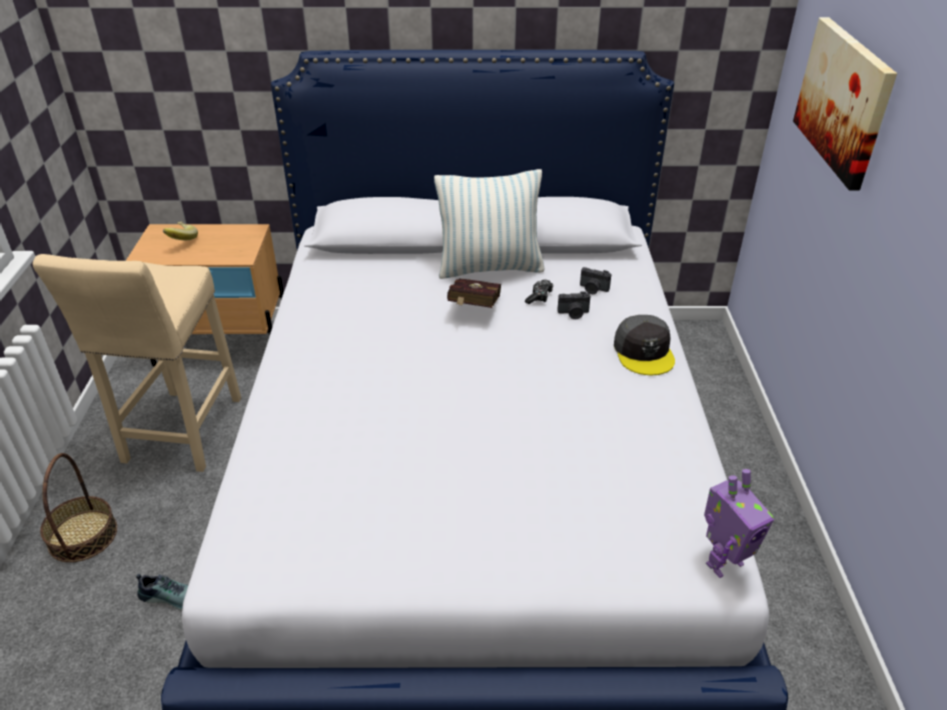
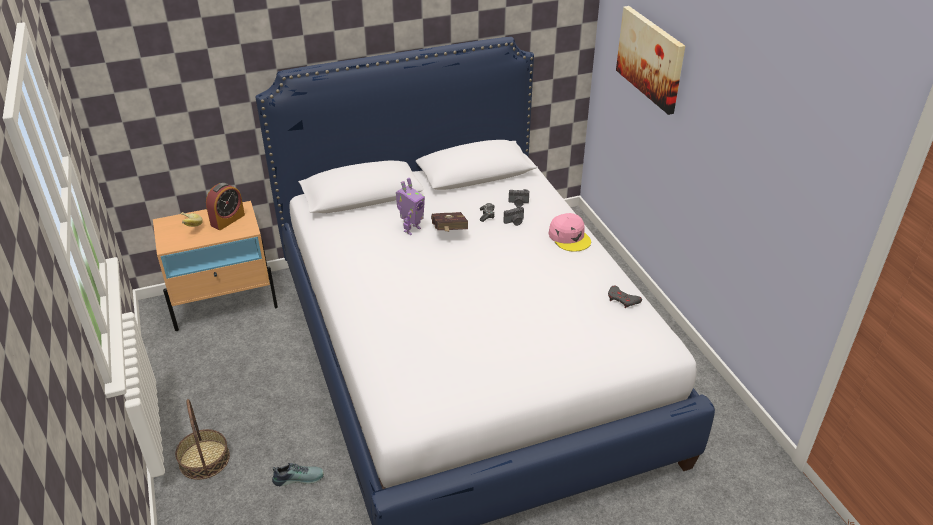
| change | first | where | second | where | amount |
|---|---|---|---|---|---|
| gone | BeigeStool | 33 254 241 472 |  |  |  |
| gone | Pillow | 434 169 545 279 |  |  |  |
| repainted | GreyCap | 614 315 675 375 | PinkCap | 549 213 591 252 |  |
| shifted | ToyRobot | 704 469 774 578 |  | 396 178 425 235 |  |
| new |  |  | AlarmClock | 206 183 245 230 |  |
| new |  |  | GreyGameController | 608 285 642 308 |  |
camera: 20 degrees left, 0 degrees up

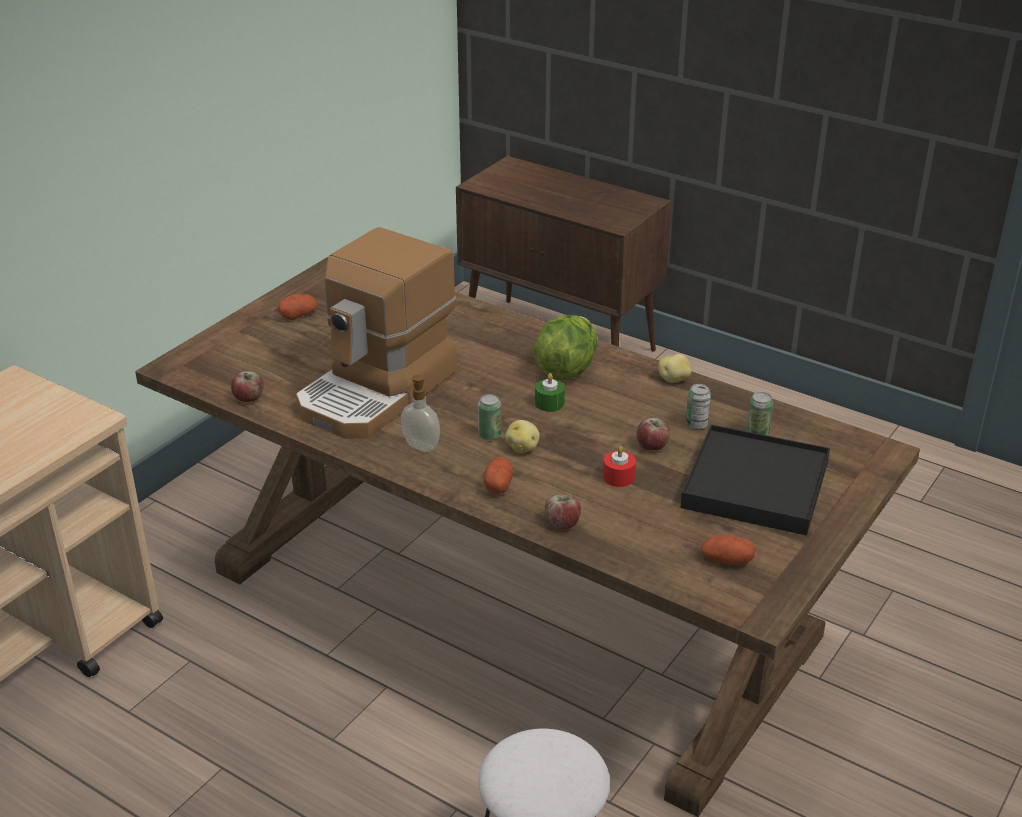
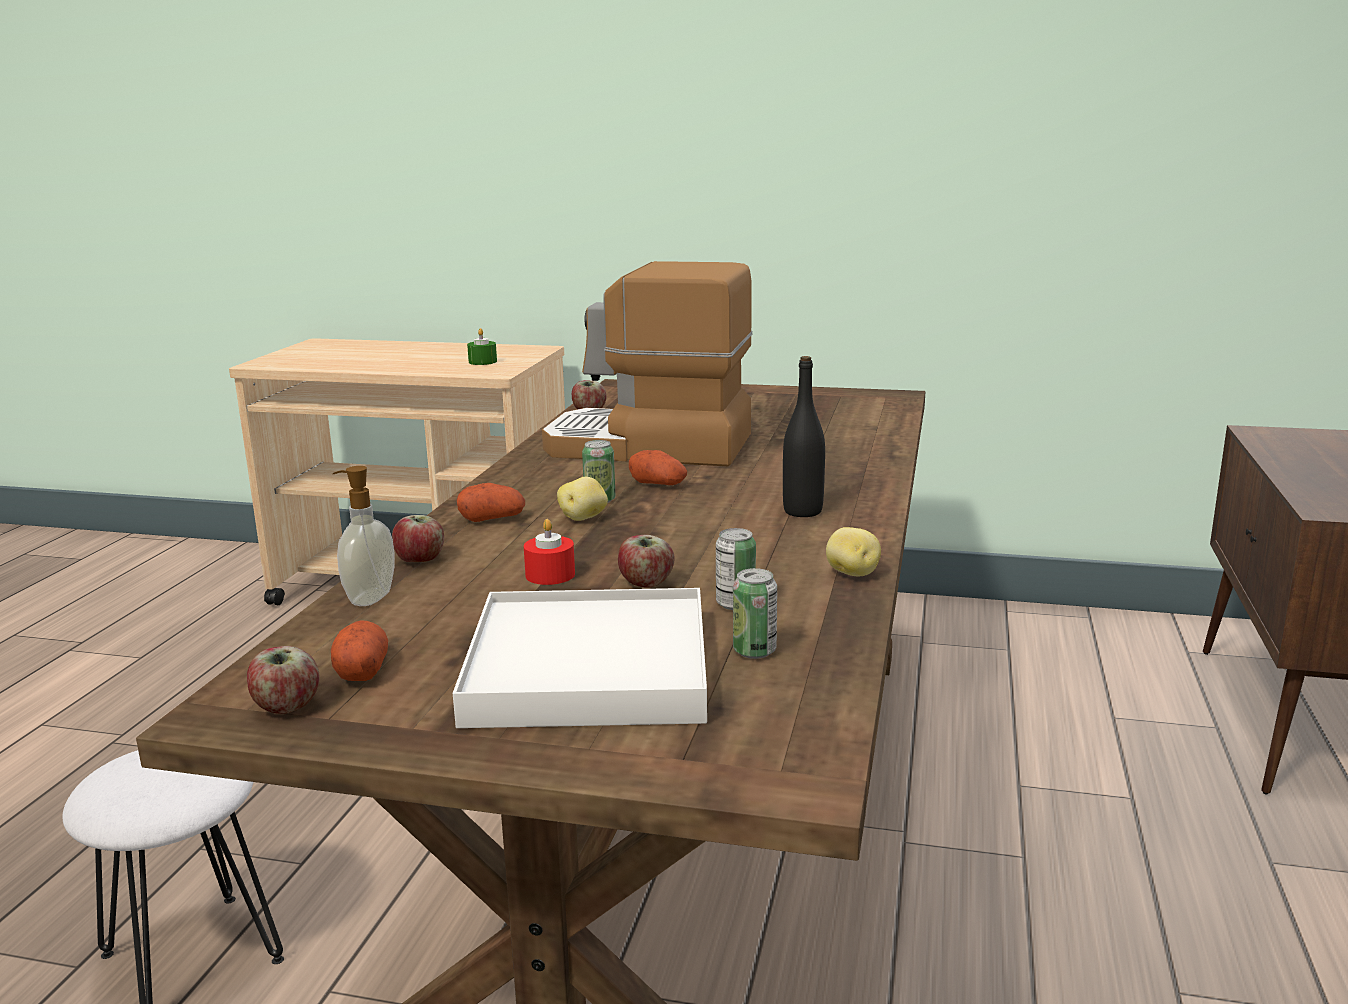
| change | first | where | second | where | amount |
|---|---|---|---|---|---|
| shifted | Potato | 278 294 317 320 |  | 629 450 687 485 |  |
| shifted | SoapDispenser | 401 375 440 452 |  | 333 466 395 606 |  |
| swapped | Lettuce | 533 315 598 380 | BlackBottle | 783 356 825 517 |  |
| shifted | GreenCandle | 535 373 565 412 |  | 467 328 497 365 |  |
| repainted | BlackTray | 681 424 830 535 | WhiteTray | 453 588 707 728 |  |
| new |  |  | Apple | 247 646 320 714 |  |
camera: 70 degrees right, 15 degrees down

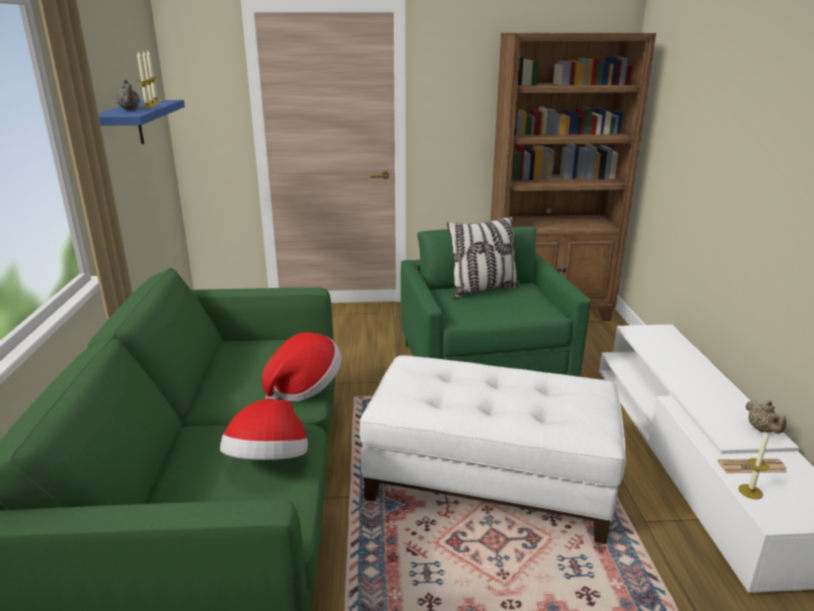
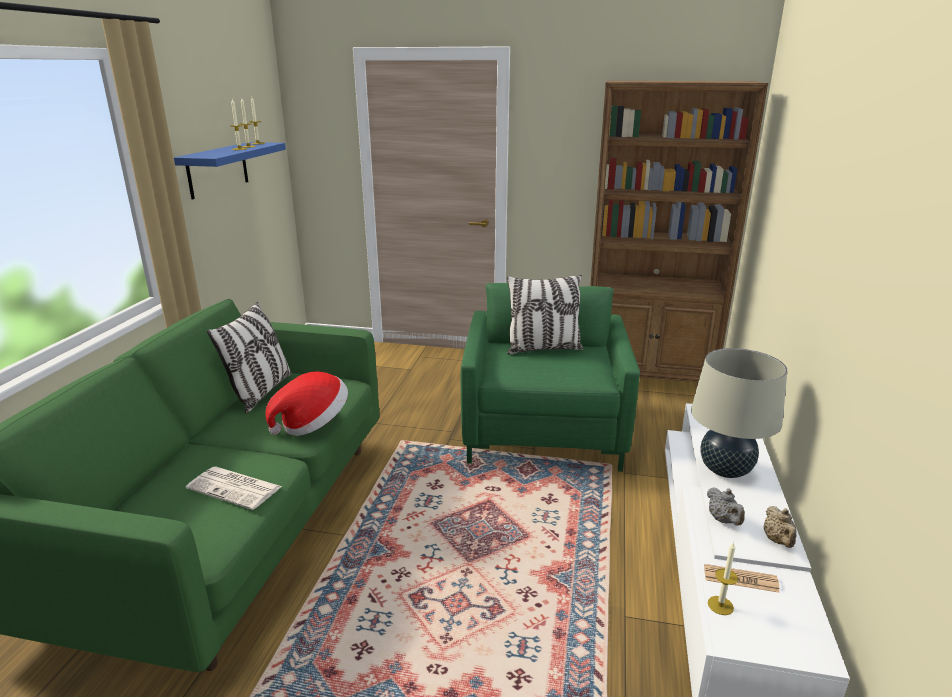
| change | first | where | second | where | amount |
|---|---|---|---|---|---|
| shifted | GreyTeapot | 115 79 140 110 |  | 707 488 745 526 |  |
| swapped | Hat | 220 398 308 460 | Newspaper | 186 466 282 510 |  |
| gone | WhiteOttoman | 360 355 626 544 |  |  |  |
| new |  |  | Pillow | 207 302 292 414 |  |
| new |  |  | BeigeTableLamp | 691 348 787 478 |  |
camera: 15 degrees right, 0 degrees up

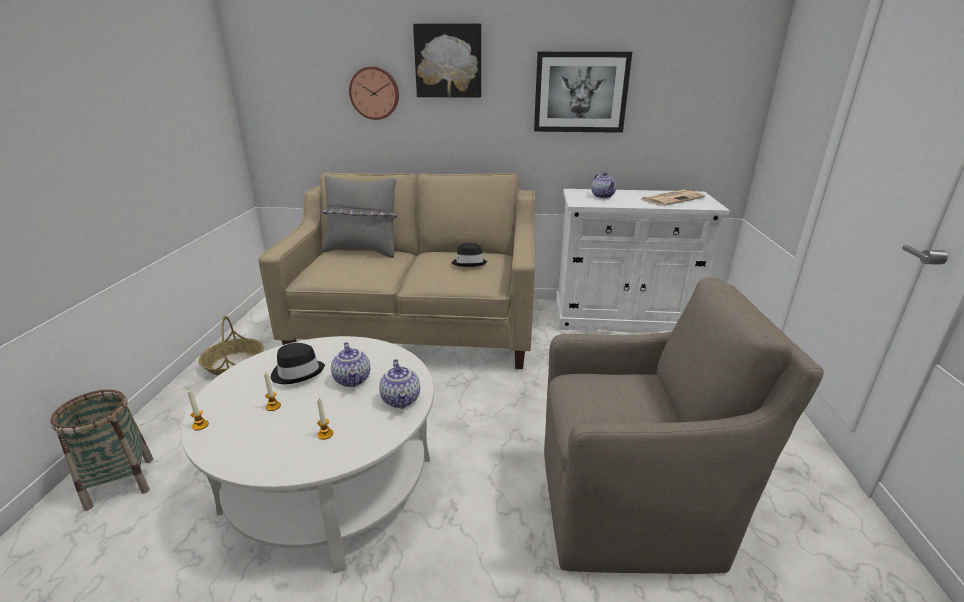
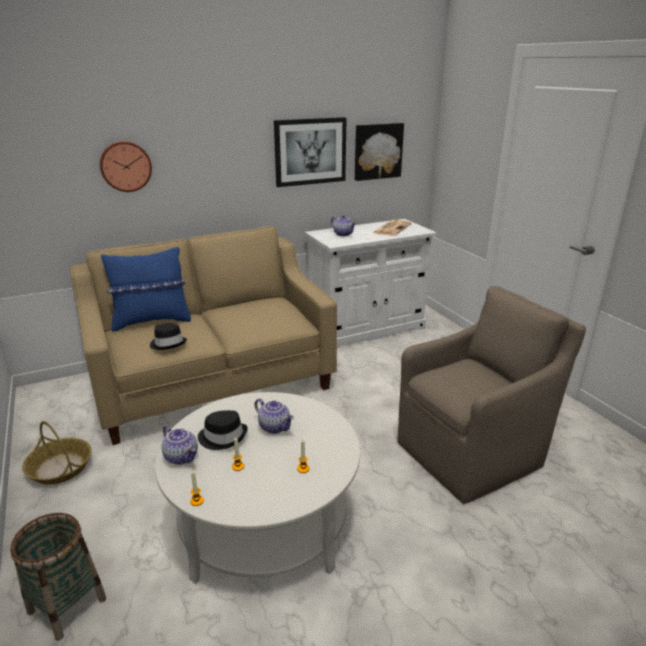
| change | first | where | second | where | amount |
|---|---|---|---|---|---|
| repainted | GreyPillow | 322 175 397 258 | BluePillow | 101 247 191 332 |  |
| shifted | Teapot | 379 359 420 409 |  | 162 425 198 465 |  |
| shifted | Picture | 413 23 481 98 |  | 355 123 404 181 |  |
| shifted | BlackHat | 452 243 487 267 |  | 150 323 187 350 |  |
camera: 30 degrees left, 0 degrees up

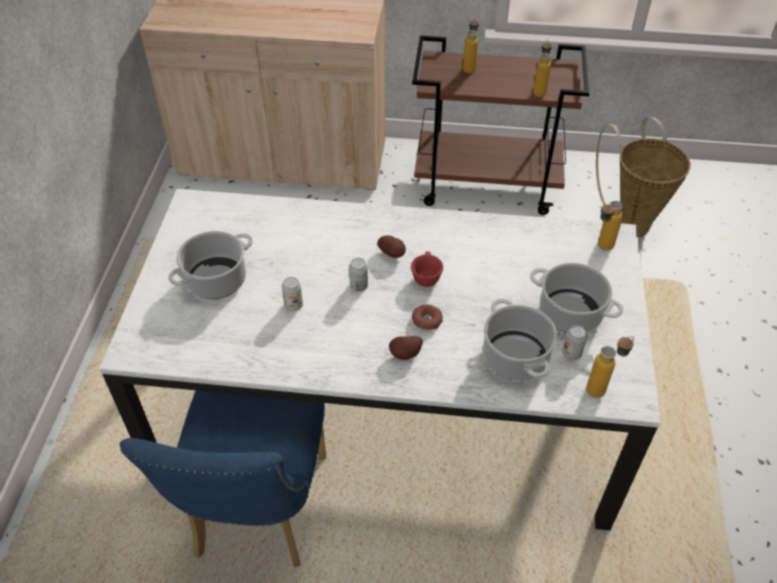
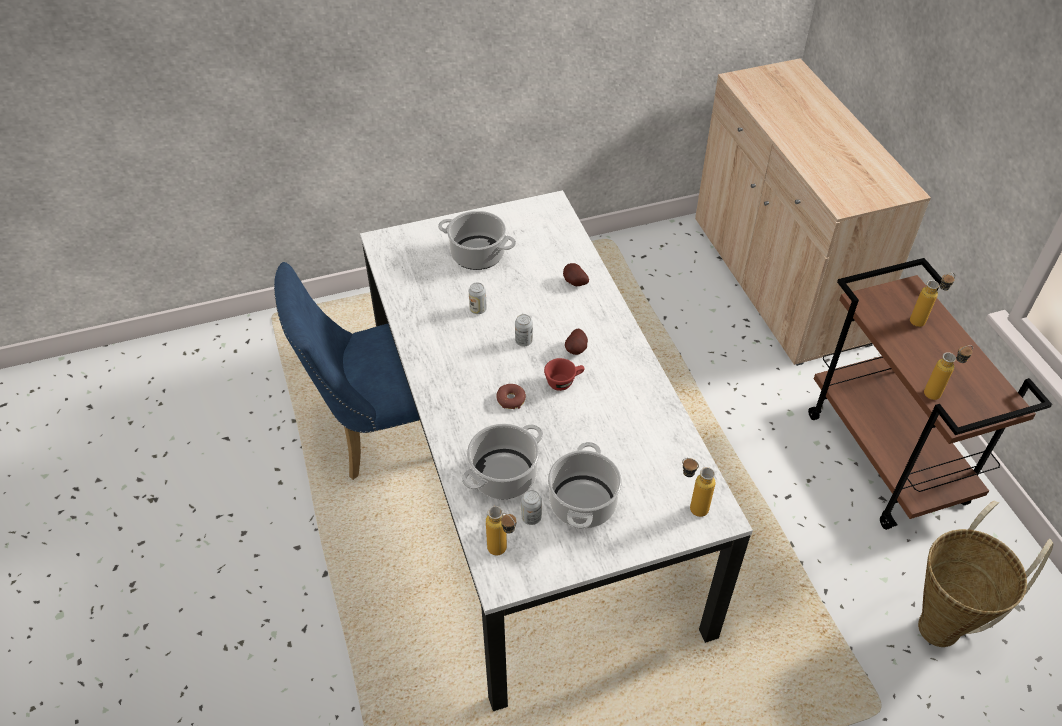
| change | first | where | second | where | amount |
|---|---|---|---|---|---|
| shifted | Potato | 389 336 423 360 |  | 563 263 589 286 |  |
camera: 65 degrees right, 0 degrees up

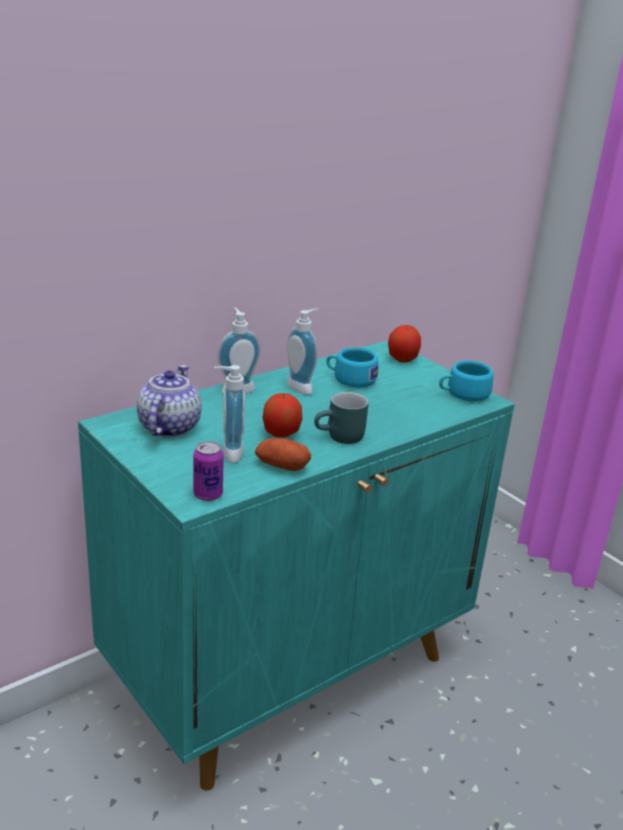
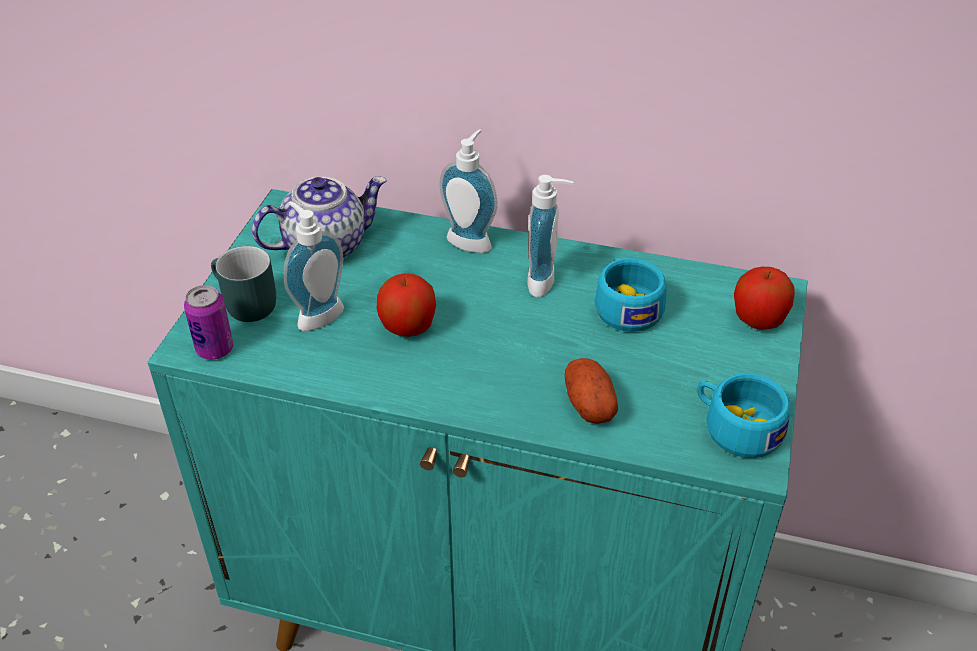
| change | first | where | second | where | amount |
|---|---|---|---|---|---|
| shifted | Potato | 255 438 311 471 |  | 565 358 618 424 |  |
| shifted | TurquoiseMug | 314 392 369 444 |  | 211 246 276 322 |  |
camera: 55 degrees right, 15 degrees up

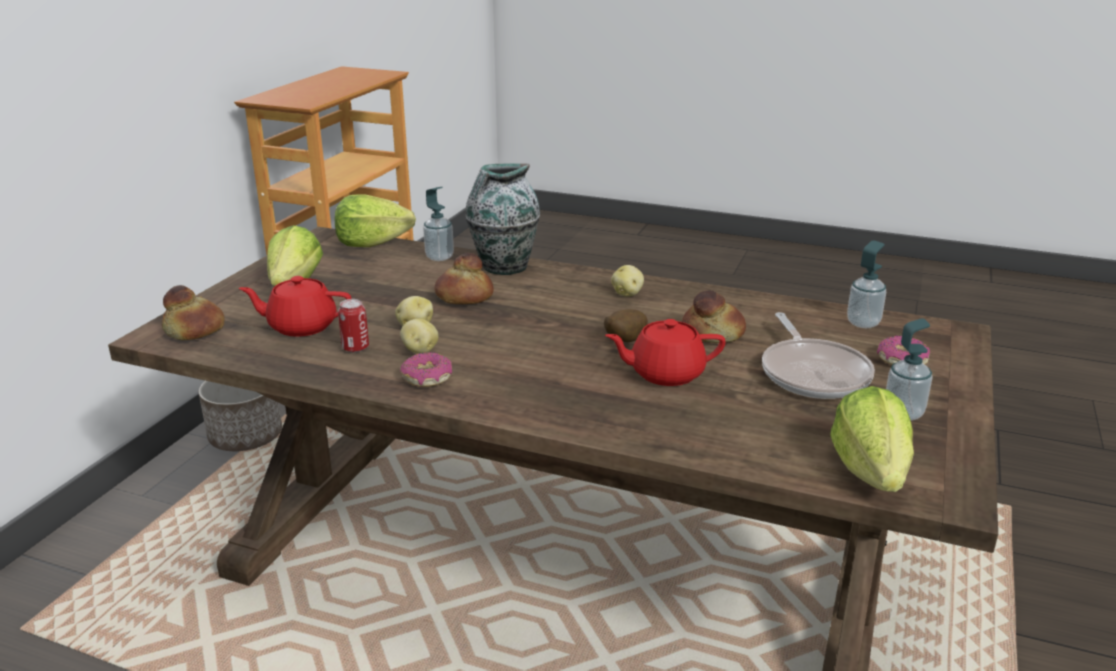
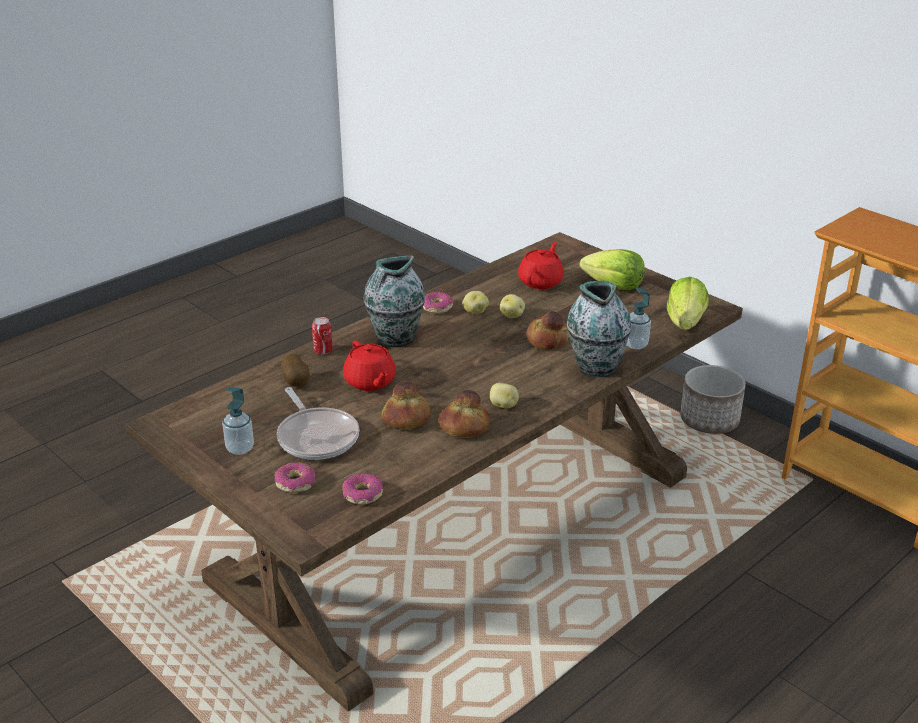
| change | first | where | second | where | amount |
|---|---|---|---|---|---|
| shifted | Bread | 162 285 225 340 |  | 439 390 490 437 |  |
| shifted | Can | 338 299 369 353 |  | 312 317 333 355 |  |
| shifted | Potato | 604 309 648 342 |  | 281 354 310 387 |  |
| rotated | RedTeapot | 605 319 726 386 |  | 343 340 396 391 | 135 degrees clockwise |
| rotated | FryingPan | 762 312 875 399 |  | 277 387 359 460 | 135 degrees counterclockwise |
| gone | Lettuce | 830 386 914 492 |  |  |  |
| swapped | SoapDispenser | 847 240 886 328 | Donut | 343 473 383 505 |  |
| new |  |  | Vase | 364 256 425 347 |  |
camera: 115 degrees right, 5 degrees up

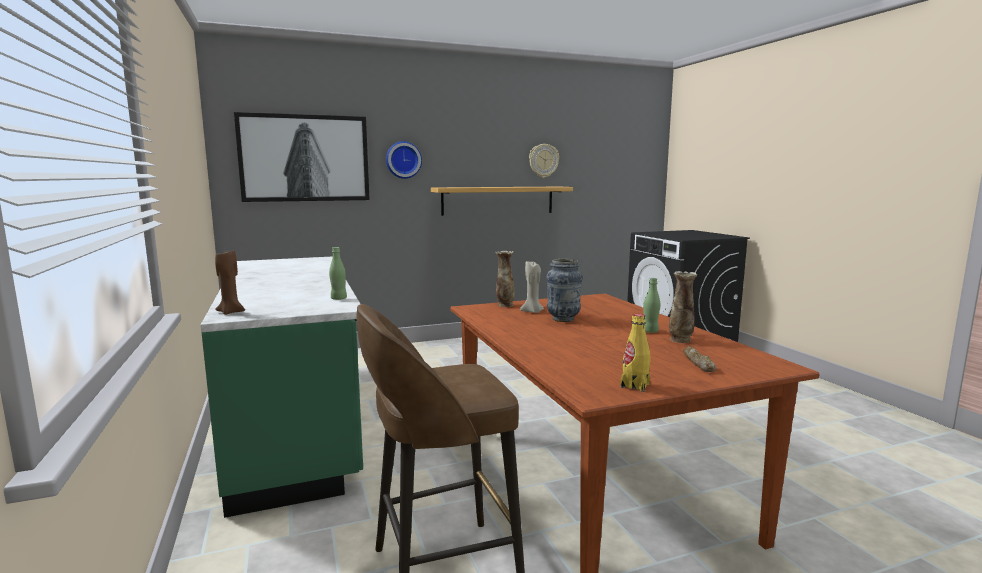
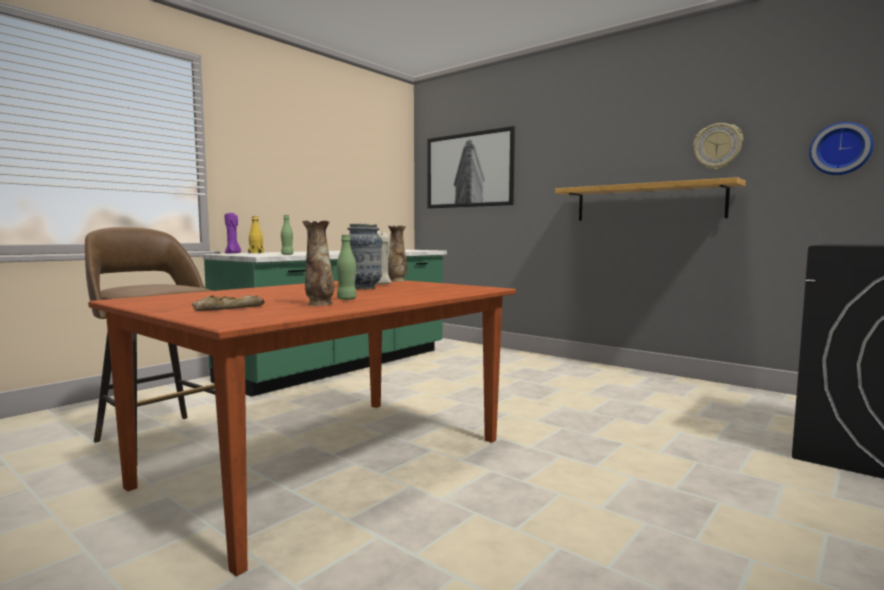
| change | first | where | second | where | amount |
|---|---|---|---|---|---|
| repainted | BrownCandle | 215 250 245 315 | PurpleCandle | 225 213 241 254 |  |
| shifted | WallClock | 386 141 422 179 |  | 809 122 874 175 |  |
| shifted | YellowBottle | 620 314 650 392 |  | 248 216 264 254 |  |
camera: 60 degrees right, 5 degrees down

